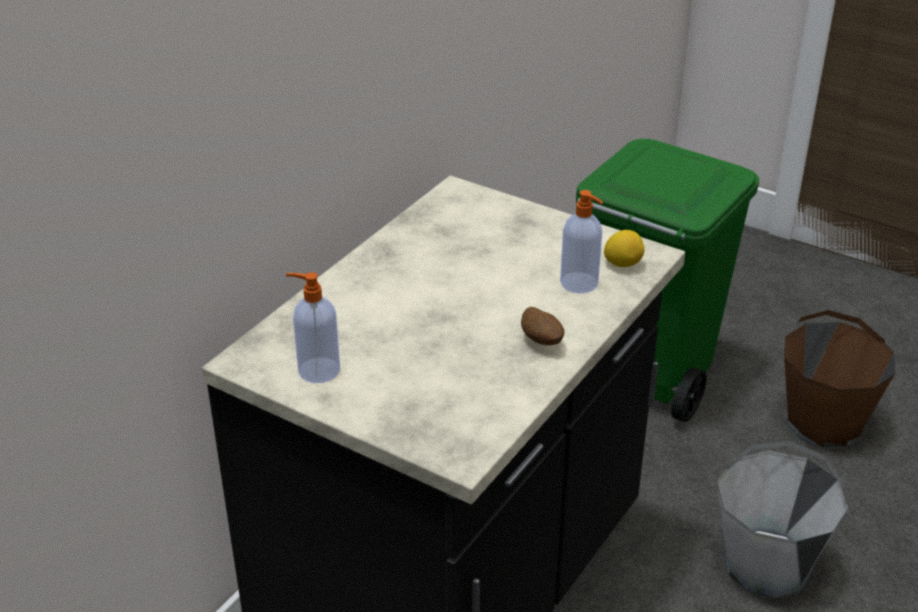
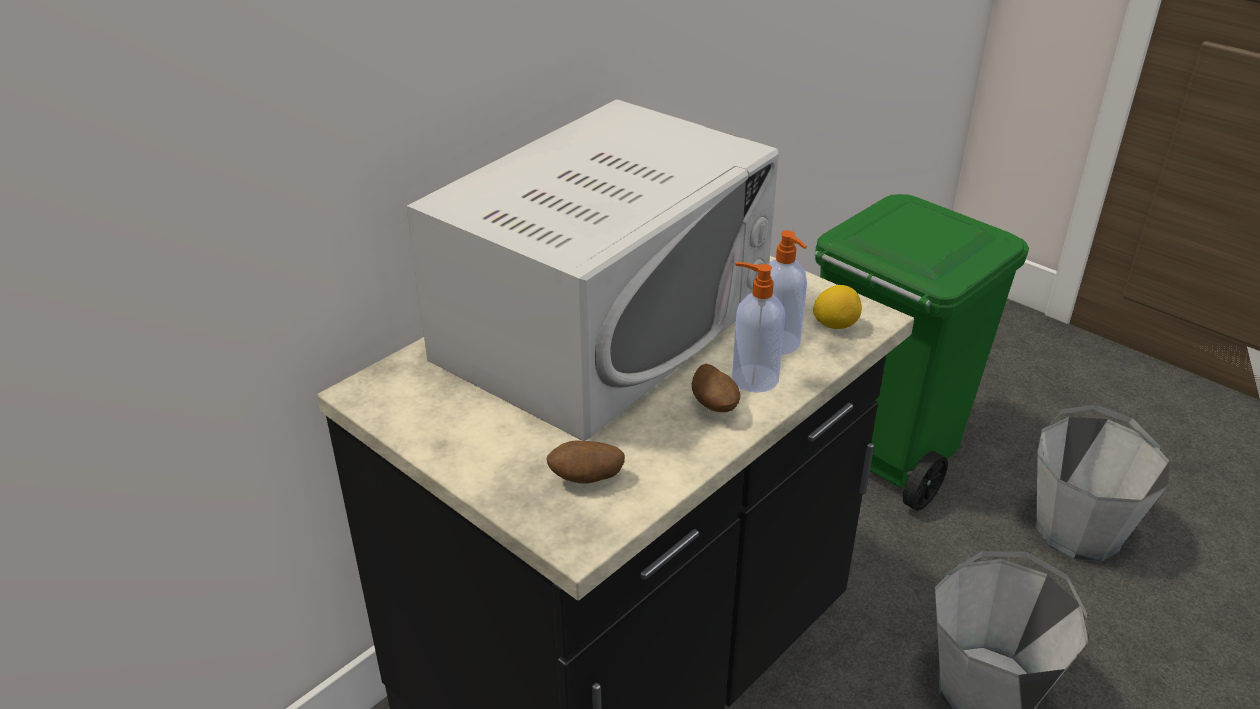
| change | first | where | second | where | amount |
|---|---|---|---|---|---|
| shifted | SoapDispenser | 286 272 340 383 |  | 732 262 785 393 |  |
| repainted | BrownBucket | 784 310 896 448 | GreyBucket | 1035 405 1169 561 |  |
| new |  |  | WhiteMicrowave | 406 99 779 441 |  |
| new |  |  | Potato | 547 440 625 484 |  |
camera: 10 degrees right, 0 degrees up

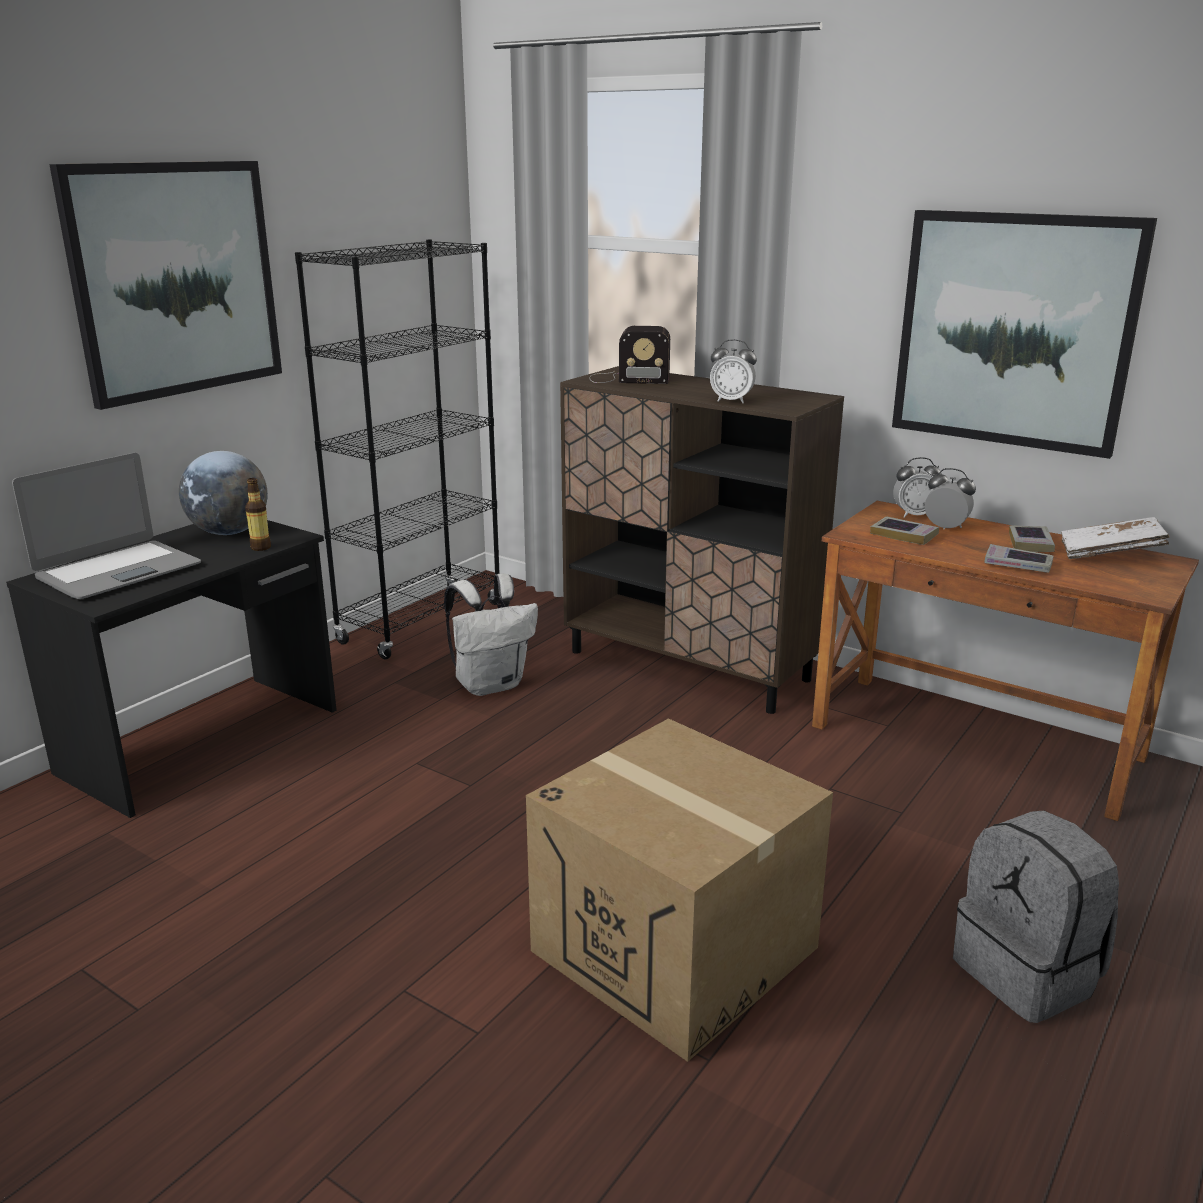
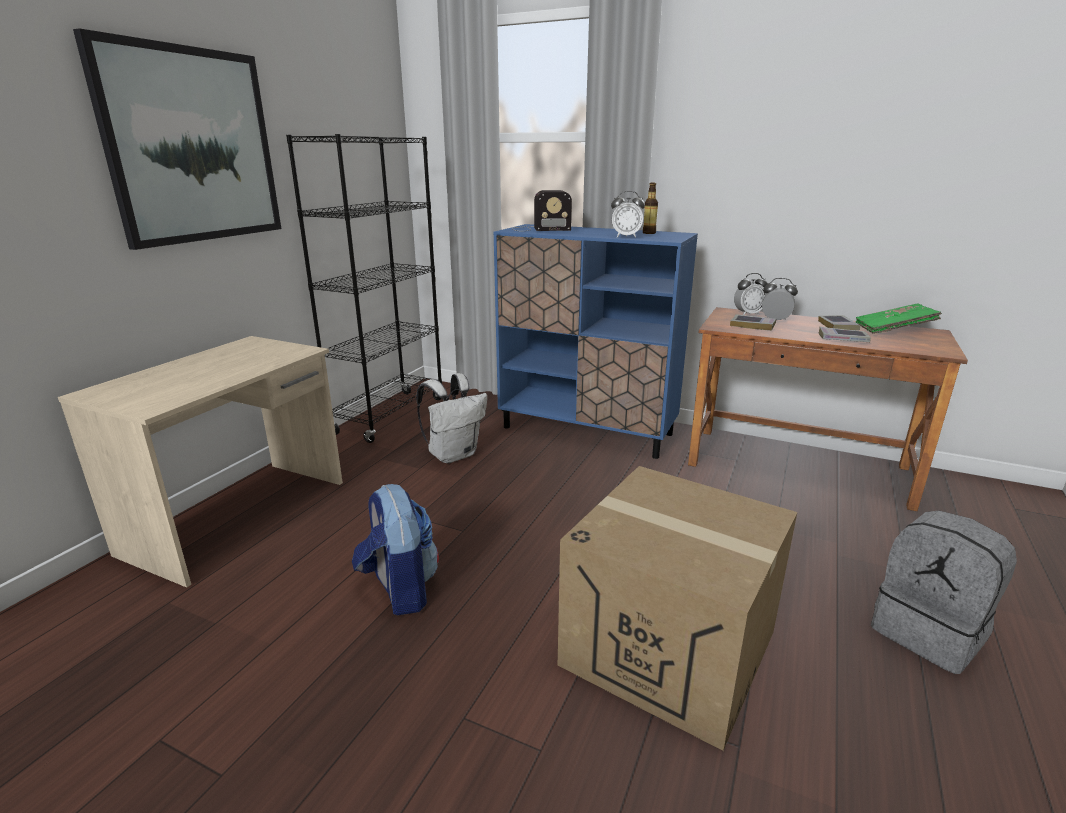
| change | first | where | second | where | amount |
|---|---|---|---|---|---|
| repainted | BlackDesk | 6 520 337 818 | BeigeDesk | 58 336 343 587 |  |
| gone | Laptop | 12 453 201 599 |  |  |  |
| gone | Globe | 179 451 268 535 |  |  |  |
| shifted | Bottle | 245 478 271 551 |  | 643 183 658 234 |  |
| repainted | BrownCabinet | 560 366 844 714 | BlueCabinet | 493 224 698 459 |  |
| gone | Picture | 892 210 1157 459 |  |  |  |
| repainted | WhiteBook | 1061 517 1170 559 | GreenBook | 856 304 942 334 |  |
| new |  |  | Backpack | 352 484 439 615 |  |
camera: 10 degrees left, 0 degrees up

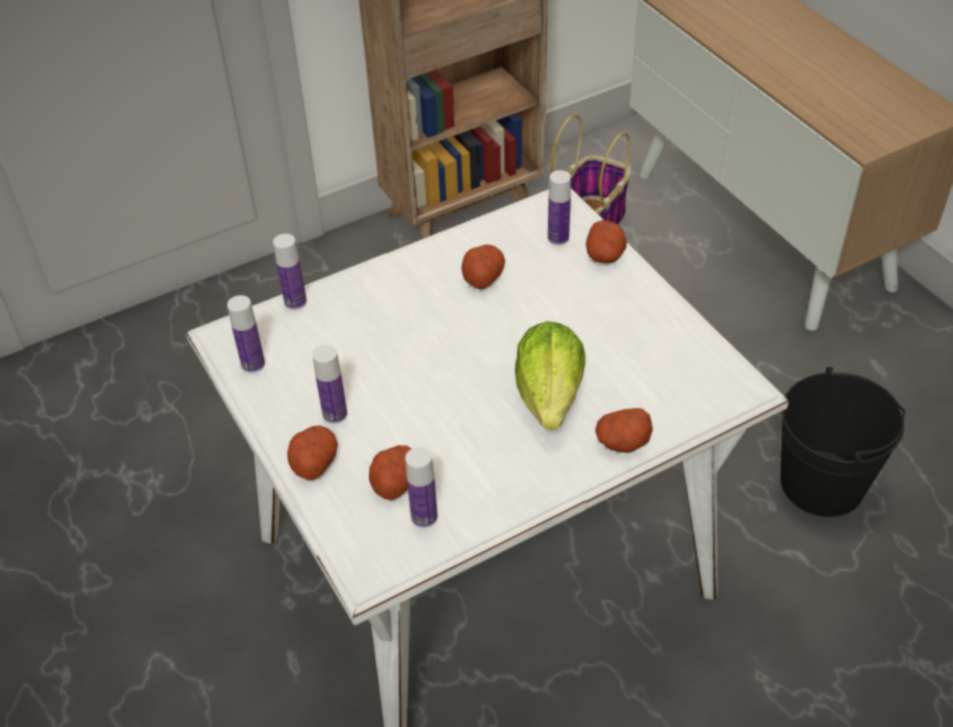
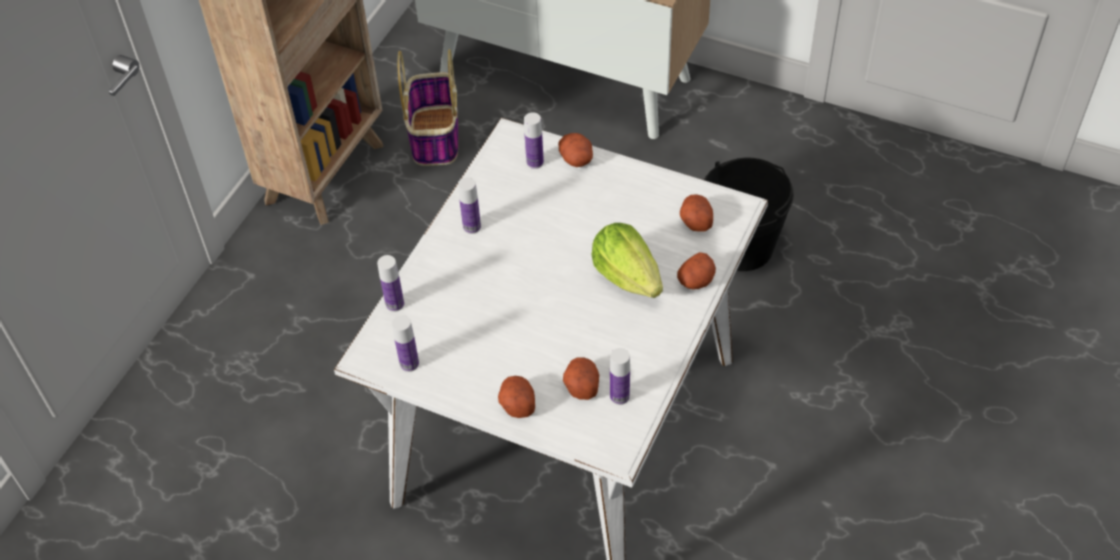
| change | first | where | second | where | amount |
|---|---|---|---|---|---|
| shifted | Bottle | 312 345 347 424 |  | 458 177 481 234 |  |
| shifted | Potato | 461 245 505 289 |  | 680 194 713 232 |  |
camera: 35 degrees left, 5 degrees up

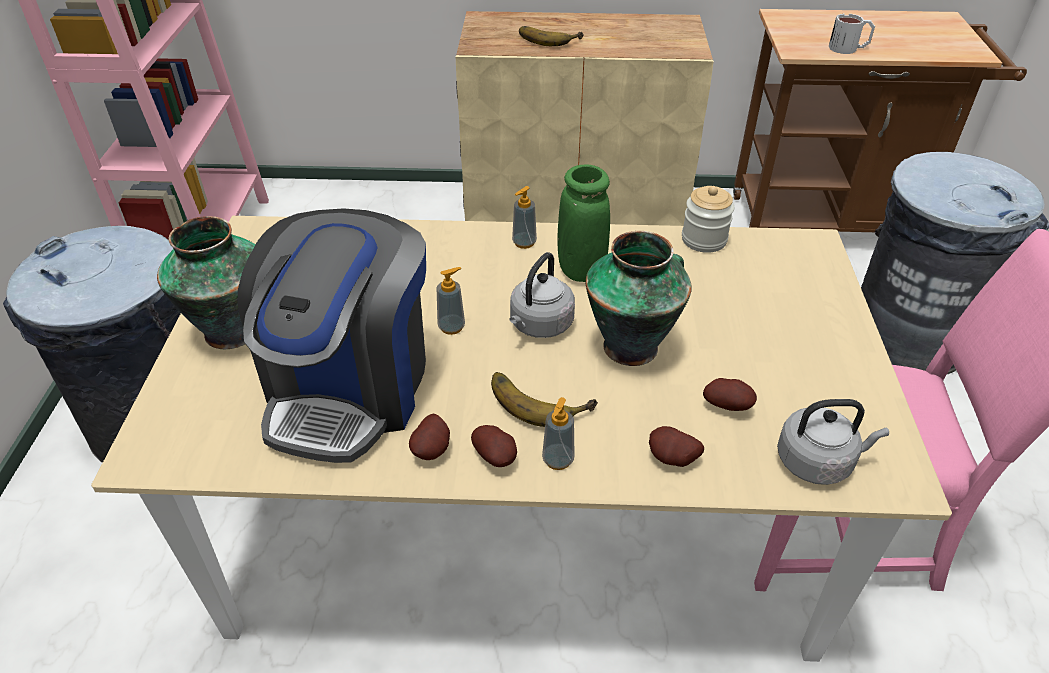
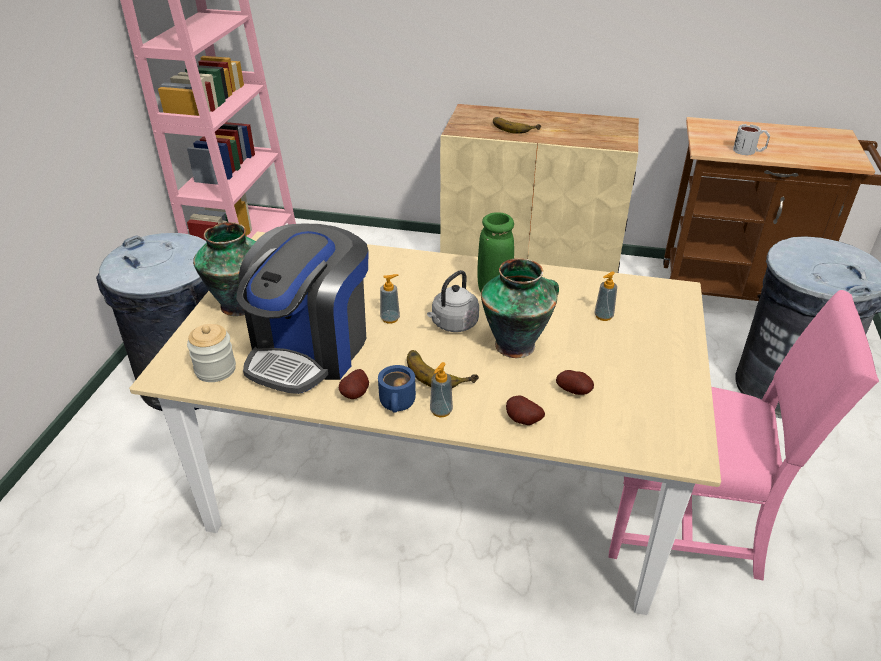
| change | first | where | second | where | amount |
|---|---|---|---|---|---|
| swapped | Potato | 471 425 517 467 | BlueMug | 378 365 416 413 |  |
| shifted | SoapDispenser | 512 186 537 249 |  | 594 272 617 321 |  |
| shifted | Jar | 682 186 734 253 |  | 187 324 236 382 |  |
| gone | GreyKettle | 777 399 889 485 |  |  |  |
camera: 10 degrees right, 5 degrees down

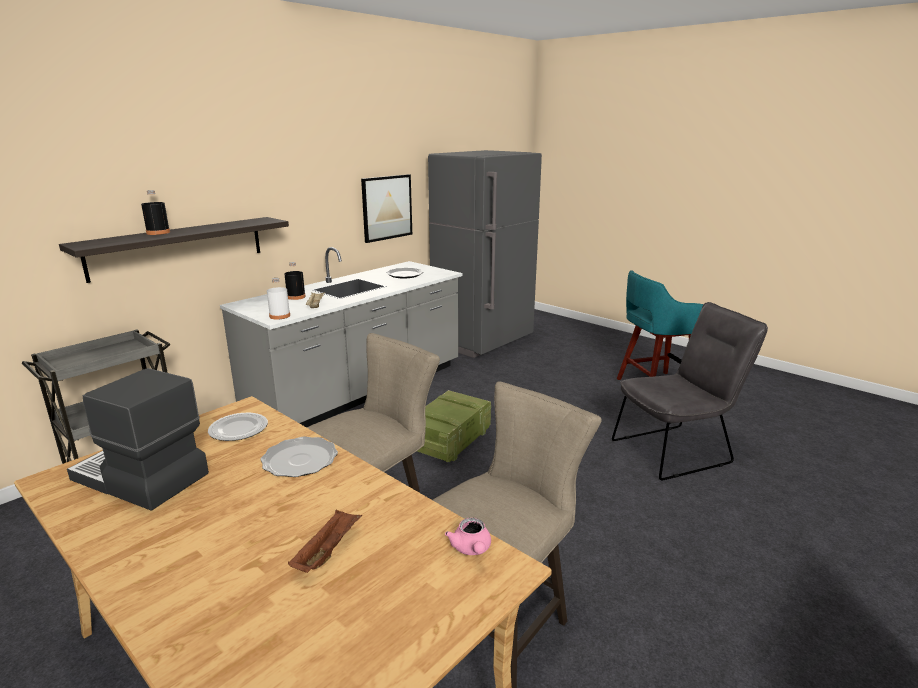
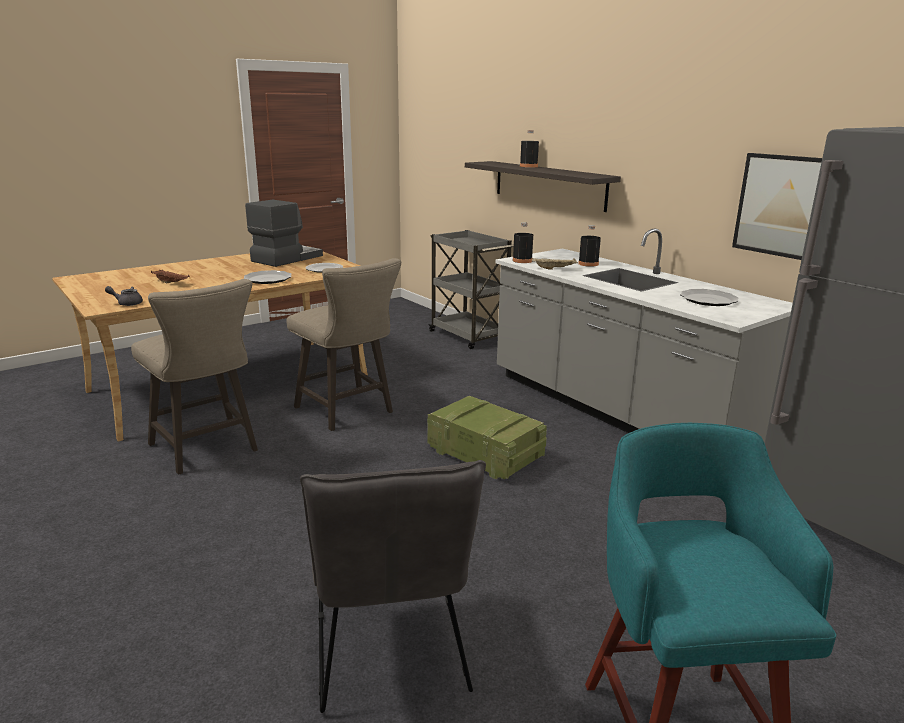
| change | first | where | second | where | amount |
|---|---|---|---|---|---|
| repainted | WhiteBottle | 267 278 290 320 | BlackBottle | 513 222 533 263 |  |
| repainted | PinkTeapot | 445 518 491 555 | GreyTeapot | 105 286 143 306 |  |
camera: 100 degrees right, 0 degrees up

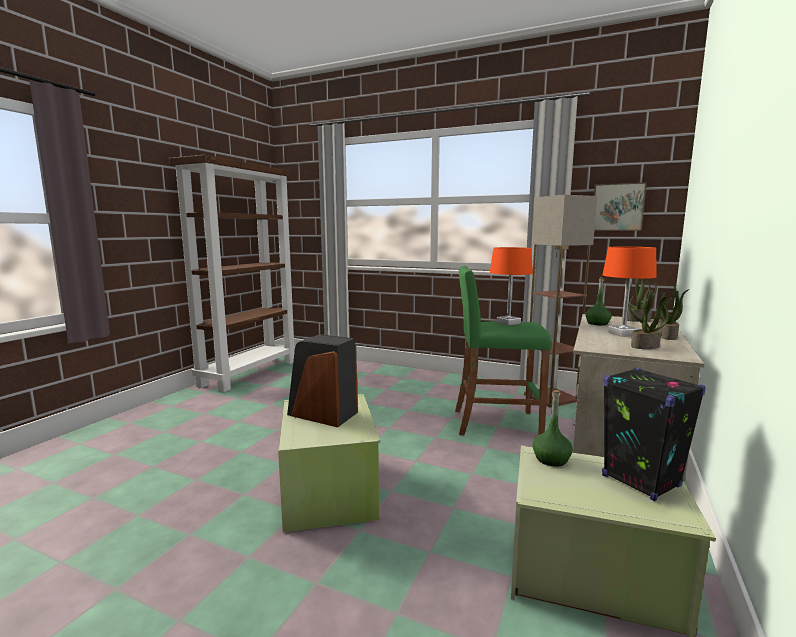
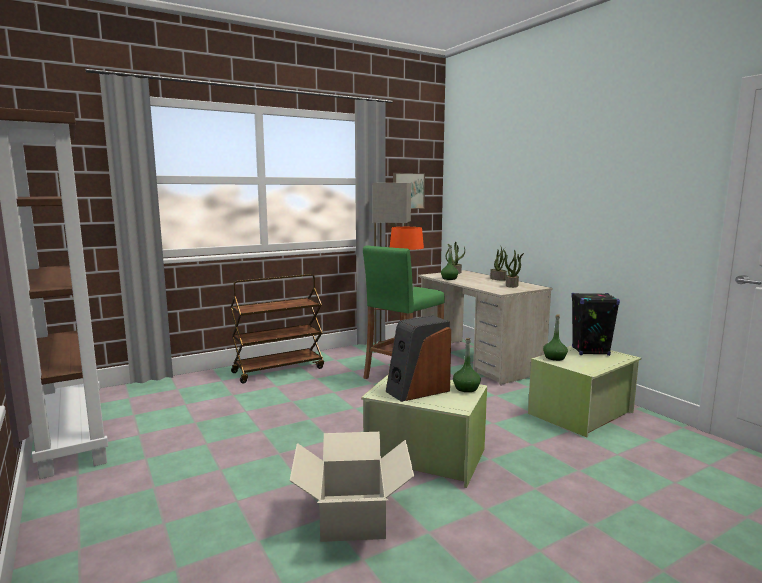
| change | first | where | second | where | amount |
|---|---|---|---|---|---|
| gone | OrangeTableLamp | 602 247 657 337 |  |  |  |
| new |  |  | BrownCart | 230 274 324 384 |  |
| new |  |  | CardboardBox | 290 432 414 542 |  |
| new |  |  | GreenBottle | 453 338 481 392 |  |
camera: 55 degrees left, 0 degrees up

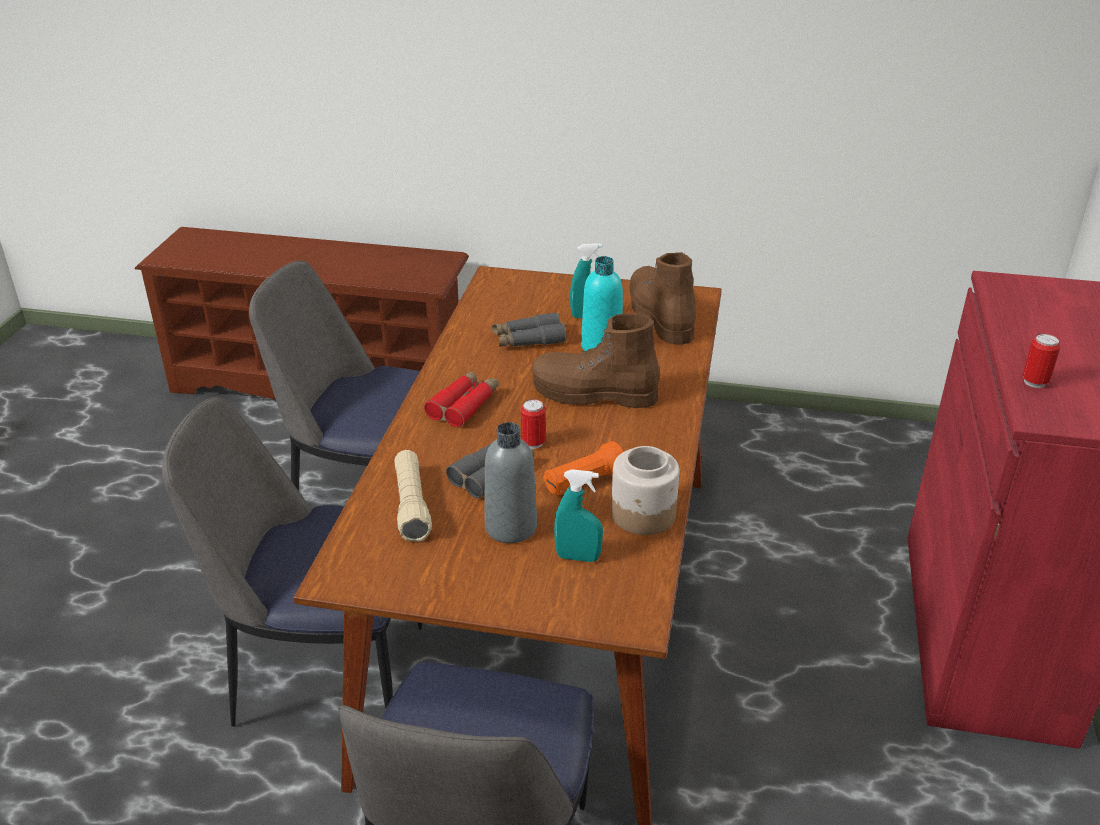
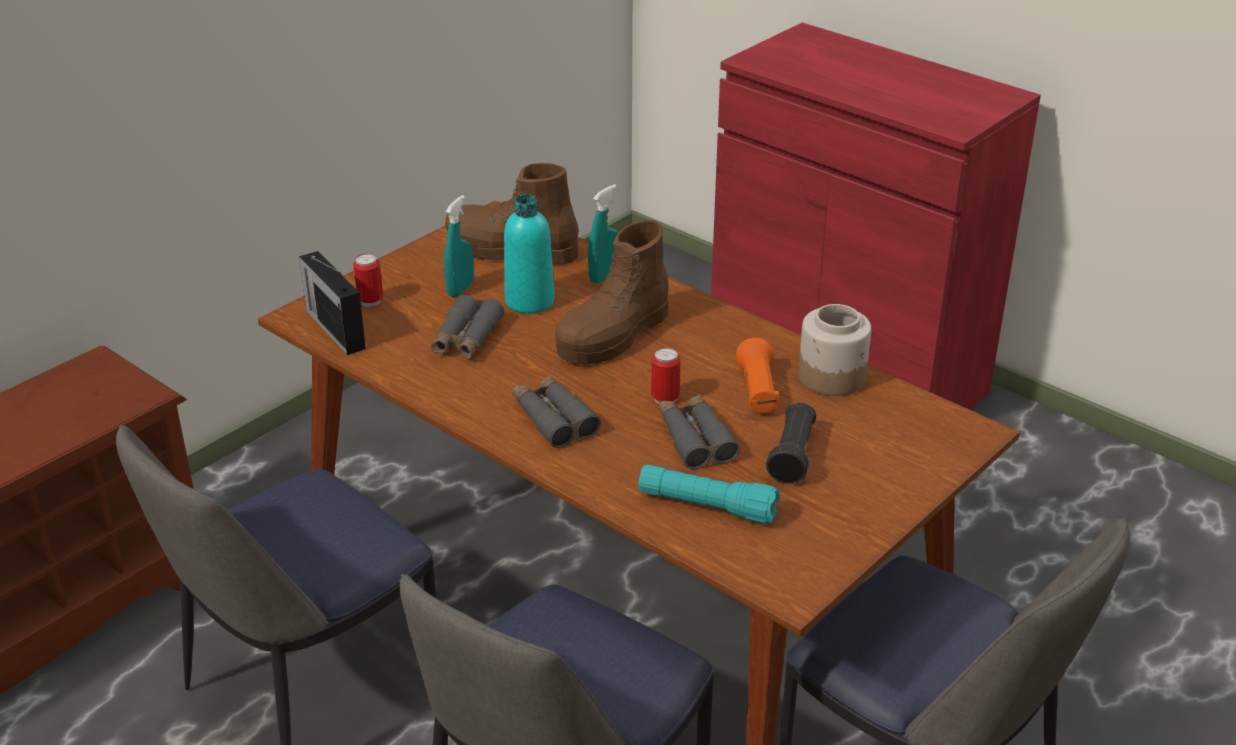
| change | first | where | second | where | amount |
|---|---|---|---|---|---|
| repainted | BeigeFlashlight | 394 450 432 542 | TurquoiseFlashlight | 638 465 780 524 |  |
| repainted | RedBinoculars | 424 371 499 427 | GreyBinoculars | 512 376 601 448 |  |
| swapped | GreyBottle | 485 422 537 543 | BlackFlashlight | 766 403 816 484 |  |
| shifted | TurquoiseSprayBottle | 554 469 603 562 |  | 588 184 619 284 |  |
| shifted | Can | 1022 334 1061 388 |  | 353 254 383 307 |  |
| new |  |  | Radio | 299 251 366 355 |  |
camera: 60 degrees left, 0 degrees up

